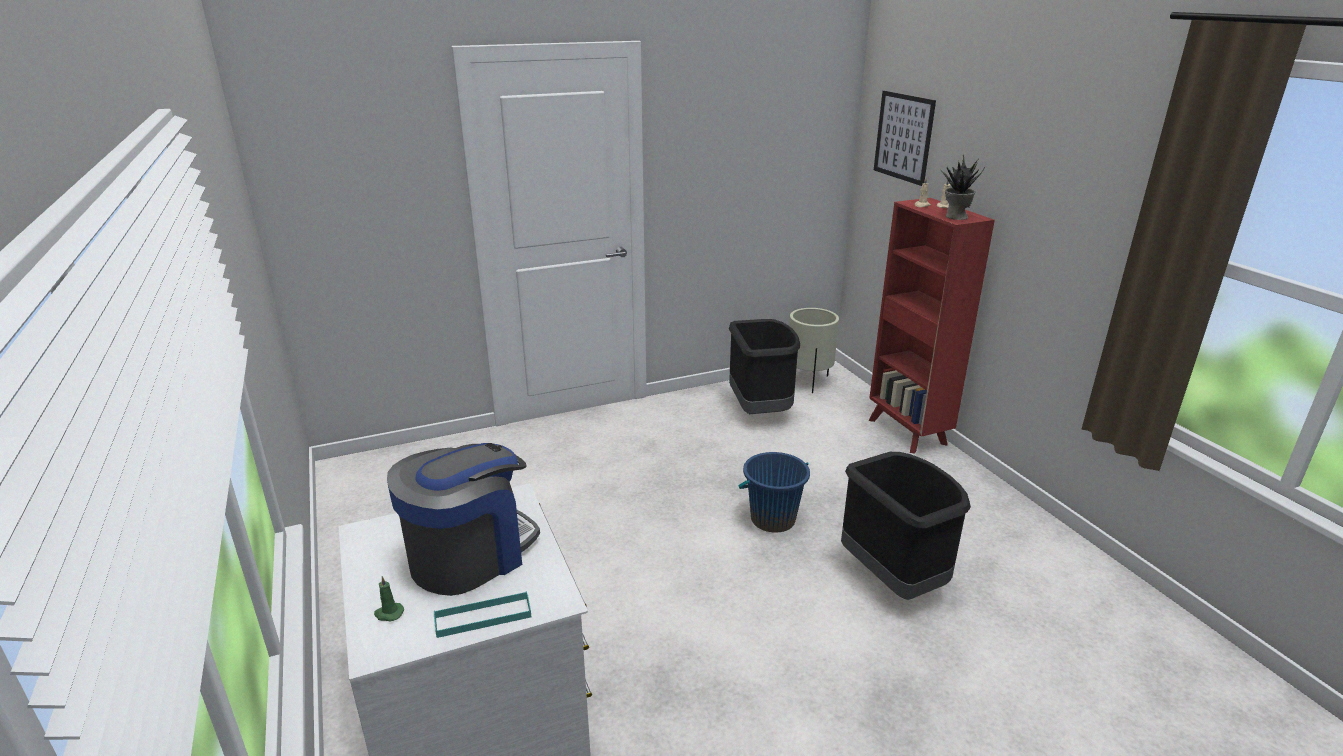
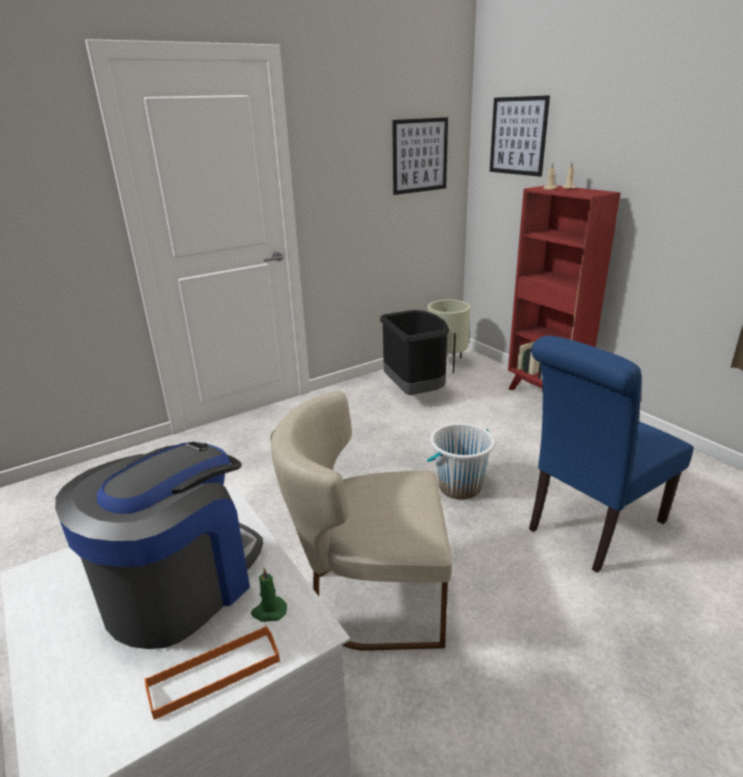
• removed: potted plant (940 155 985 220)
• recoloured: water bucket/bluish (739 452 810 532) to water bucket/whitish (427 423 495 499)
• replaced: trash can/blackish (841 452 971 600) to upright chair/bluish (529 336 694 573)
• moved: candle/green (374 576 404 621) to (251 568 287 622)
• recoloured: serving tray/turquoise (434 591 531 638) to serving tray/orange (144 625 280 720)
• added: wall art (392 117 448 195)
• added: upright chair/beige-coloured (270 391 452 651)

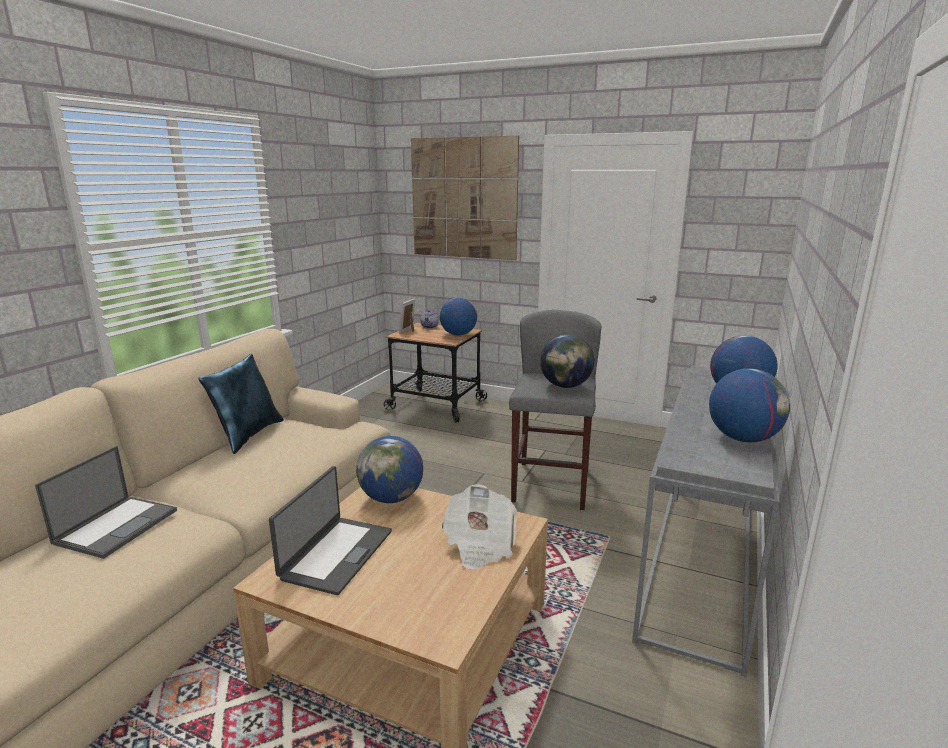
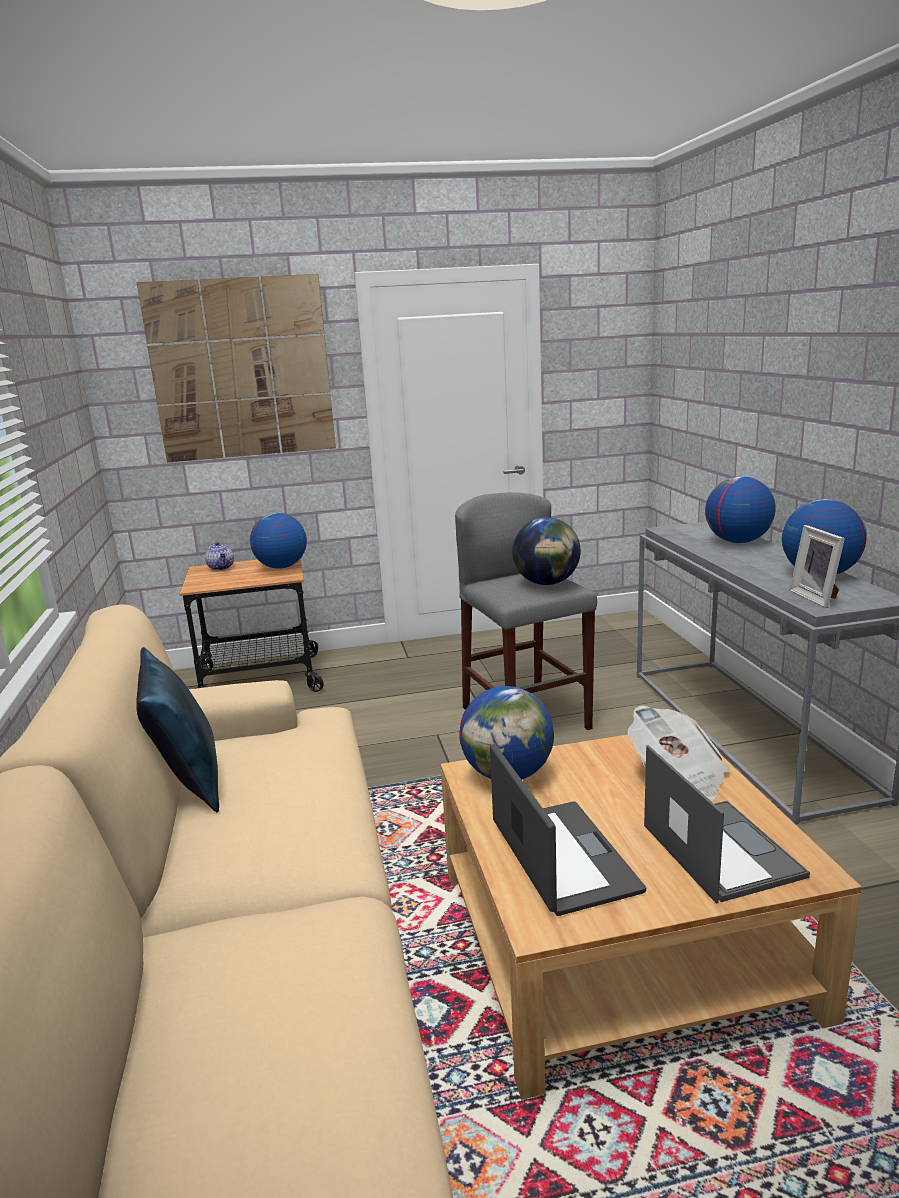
• moved: picture frame (399 299 415 333) to (789 525 845 608)
• moved: portable computer (35 446 177 559) to (644 745 810 904)

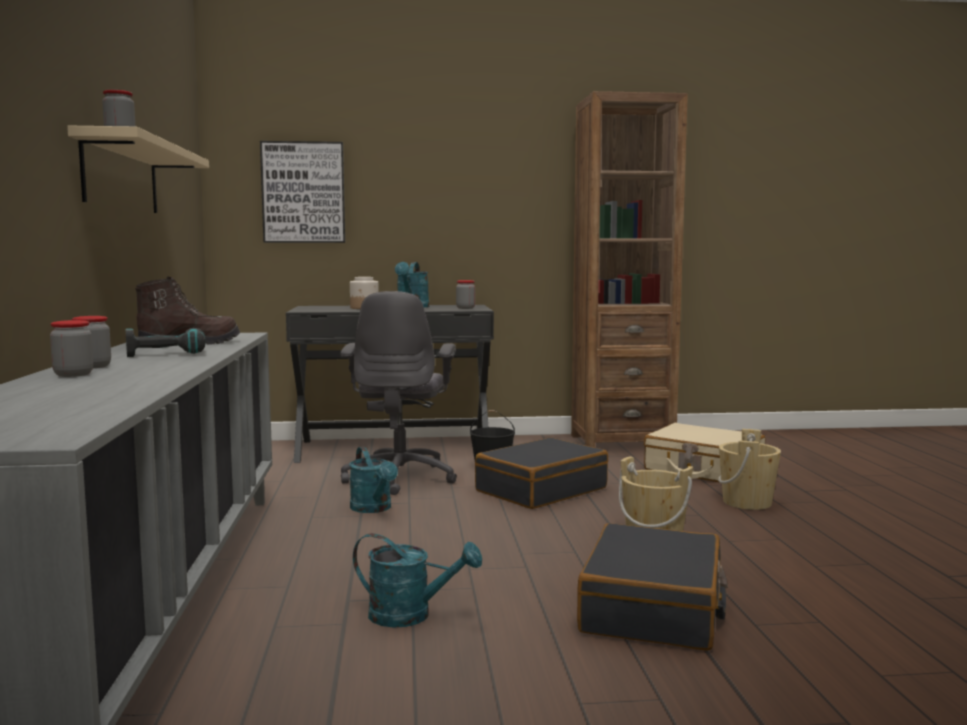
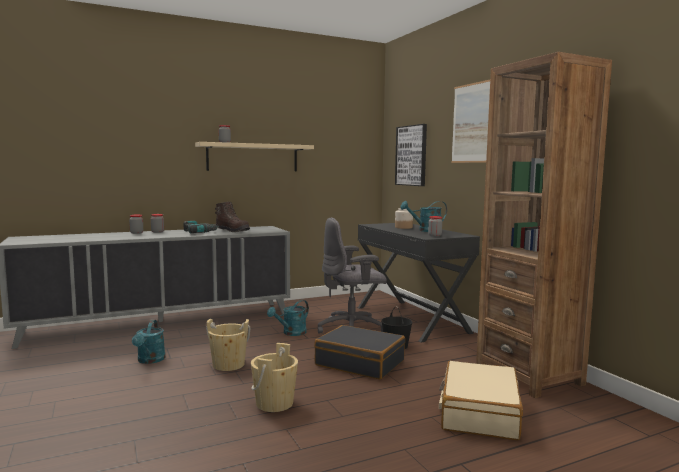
• moved: water bucket/beige-coloured (718 429 781 510) to (206 319 250 371)
• removed: suitcase/blackish (577 523 728 651)
• added: wall art (451 80 490 163)

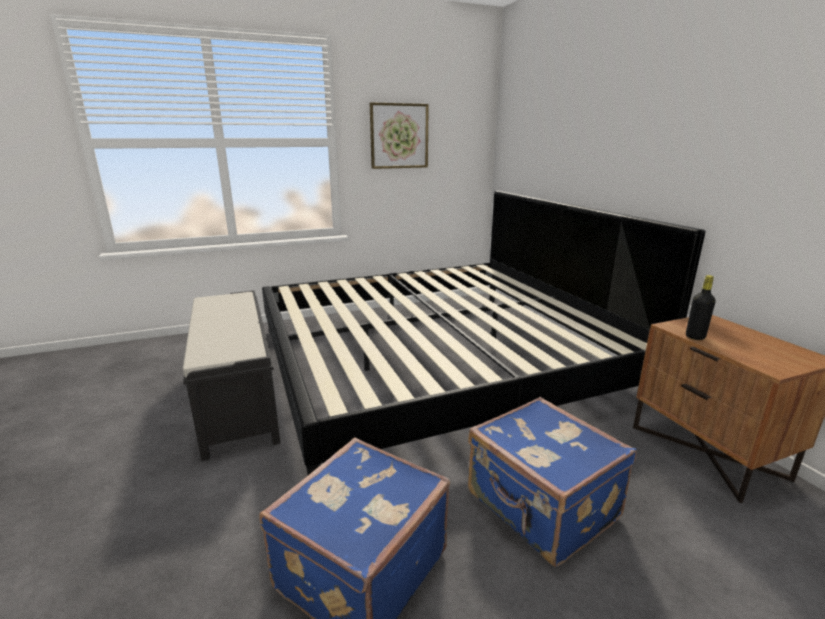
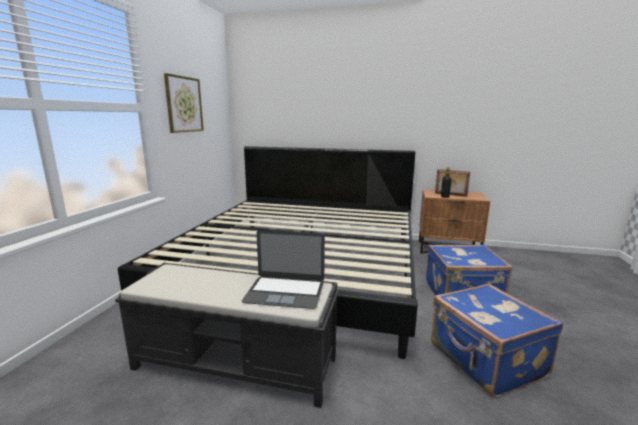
• added: picture frame (435 169 470 197)
• added: portable computer (242 230 325 309)

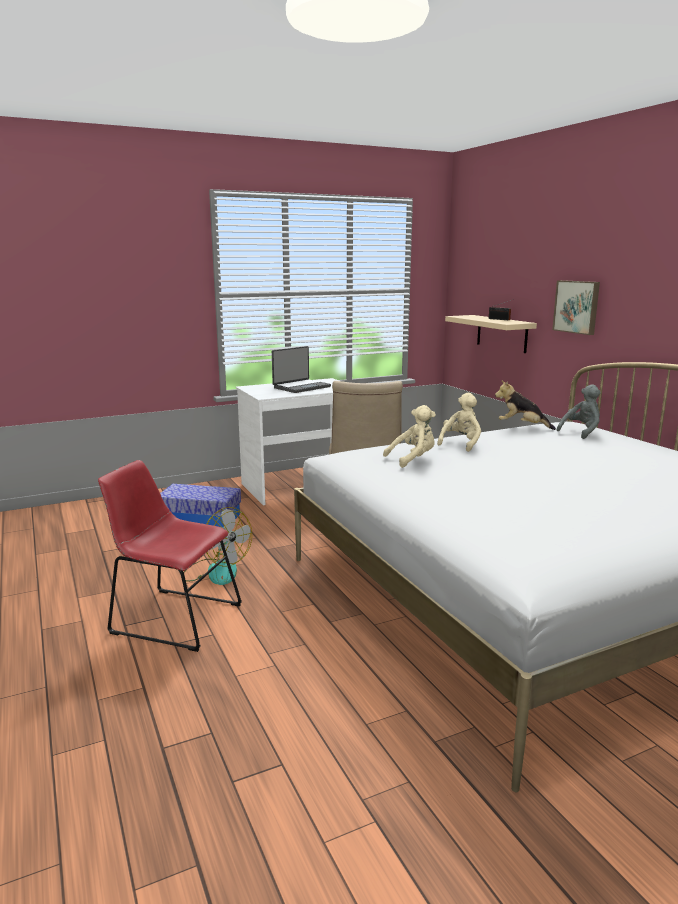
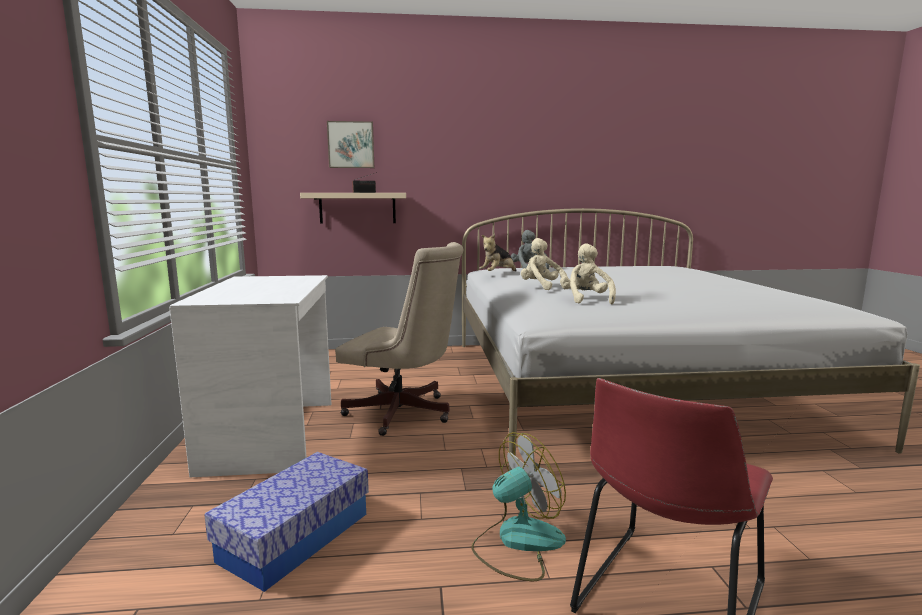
• moved: wall art (552 280 600 335) to (327 121 374 168)
• removed: portable computer (272 346 331 393)

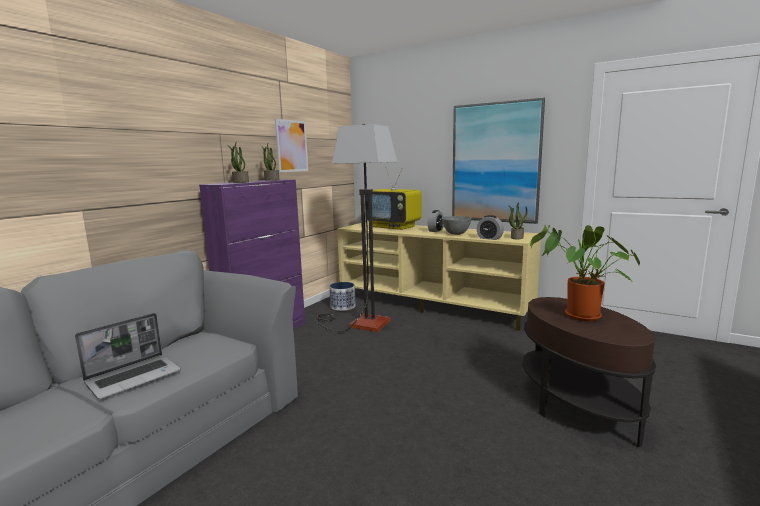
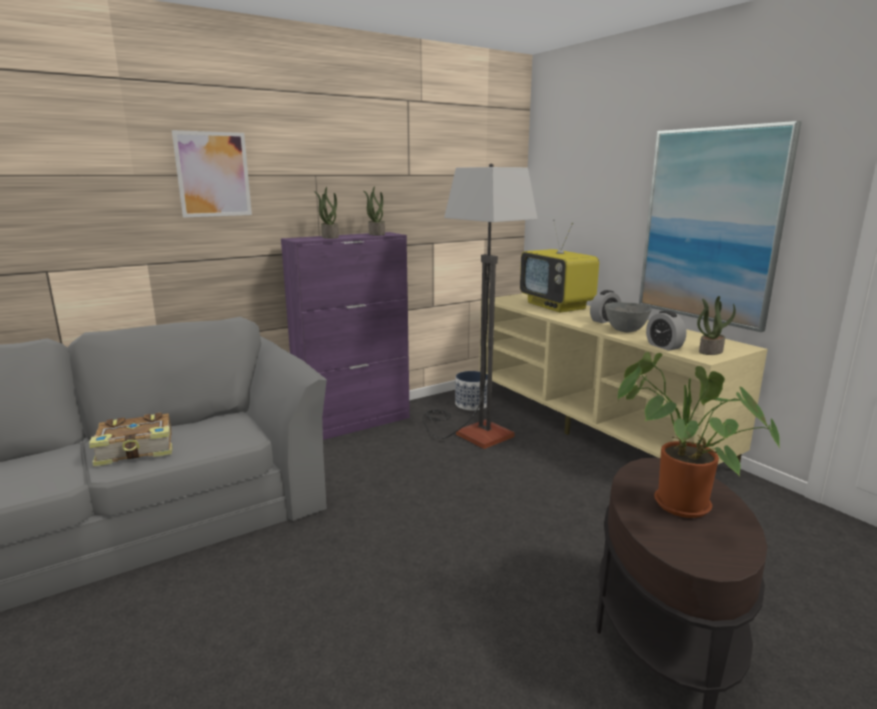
• moved: wall art (275 119 308 172) to (172 130 252 218)
• replaced: portable computer (75 313 181 399) to bound book (89 413 172 467)

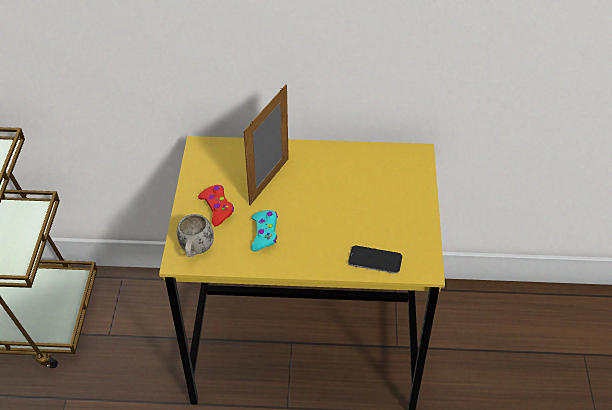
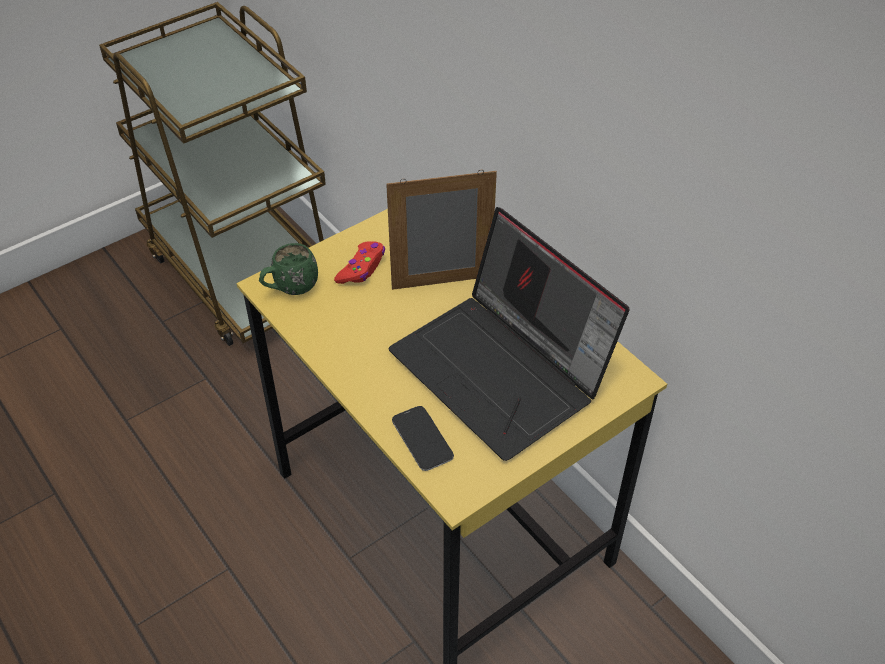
• removed: game controller/turquoise (251 210 278 252)
• recoloured: coffee mug/whitish (177 214 214 257) to coffee mug/green (259 243 318 295)
• added: portable computer (388 207 630 461)

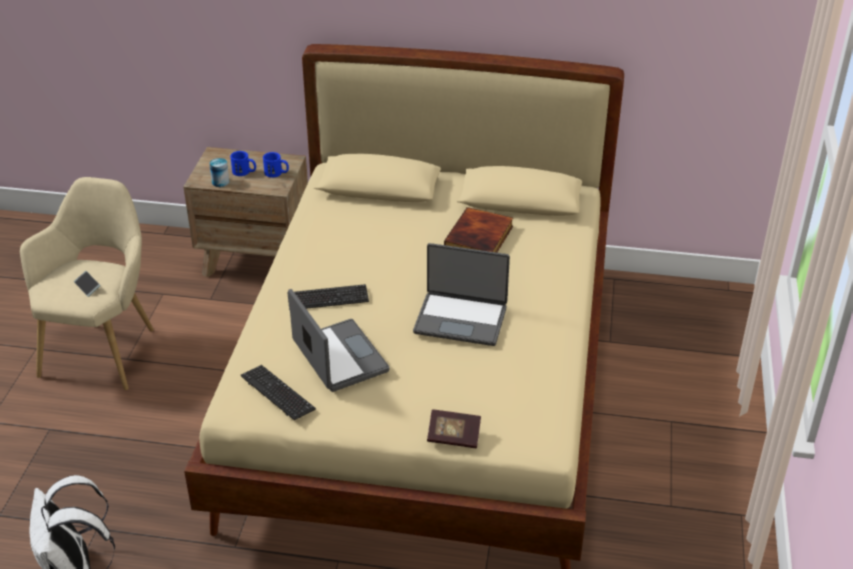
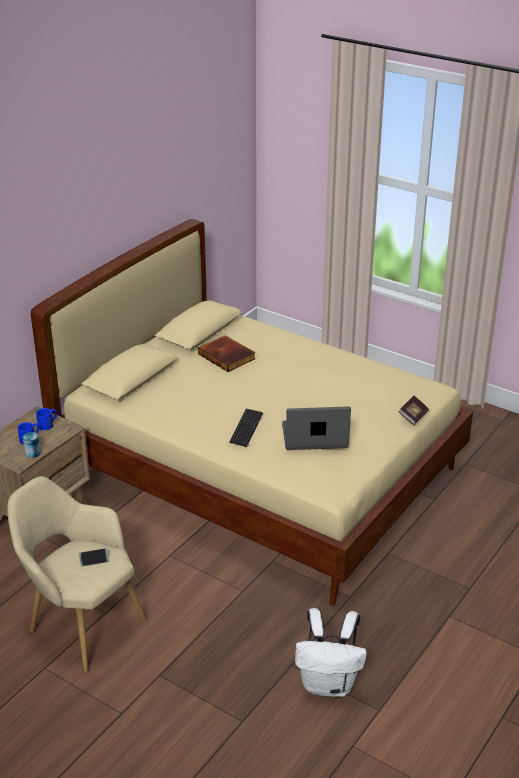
• removed: portable computer (413 243 510 346)
• removed: keyboard (241 365 316 420)

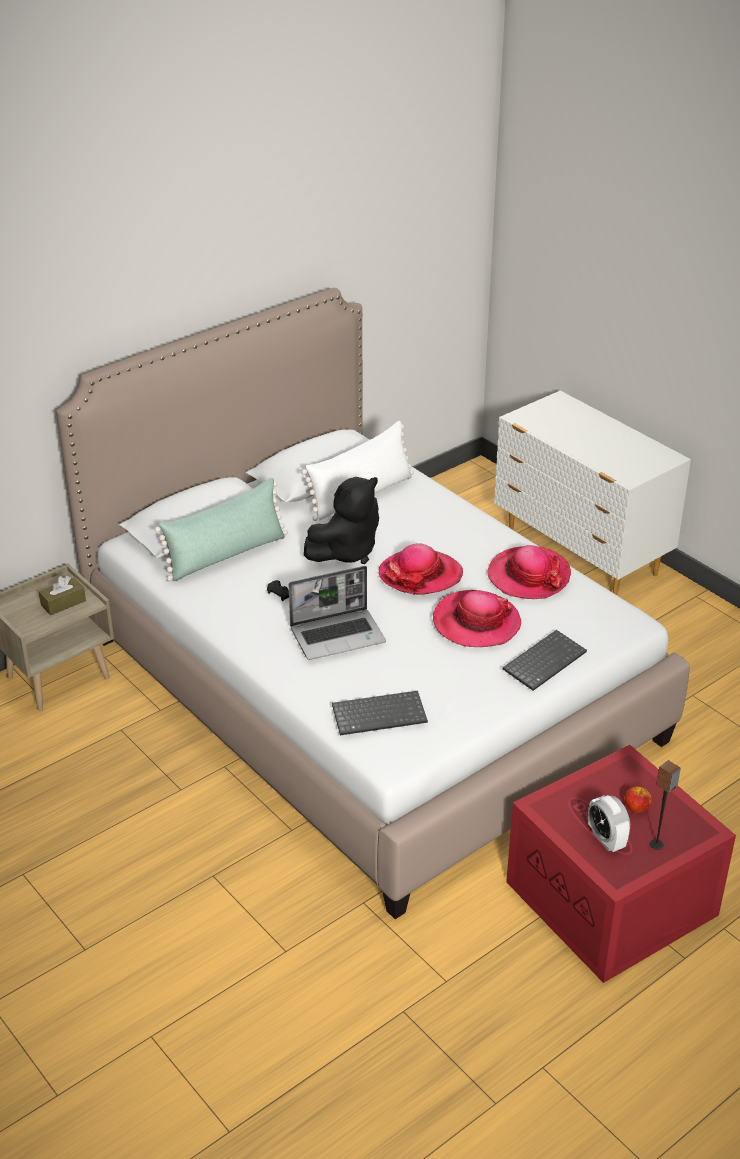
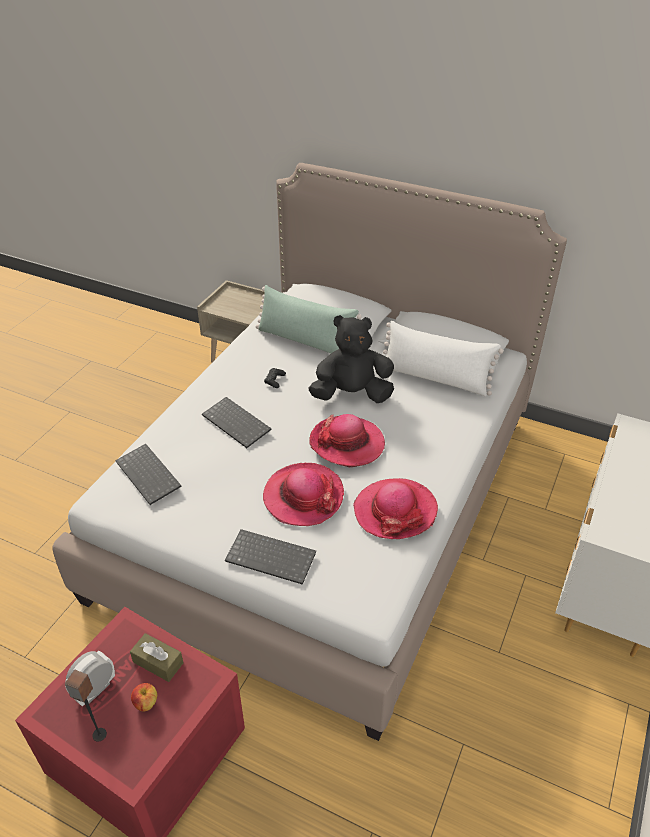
• turned: plush toy/blackish (304 477 379 564) = (309 315 394 403) 150 degrees clockwise
• replaced: portable computer (288 566 386 660) to keyboard (202 397 271 448)
• moved: box of tissues/brown (39 576 86 615) to (130 633 183 682)

